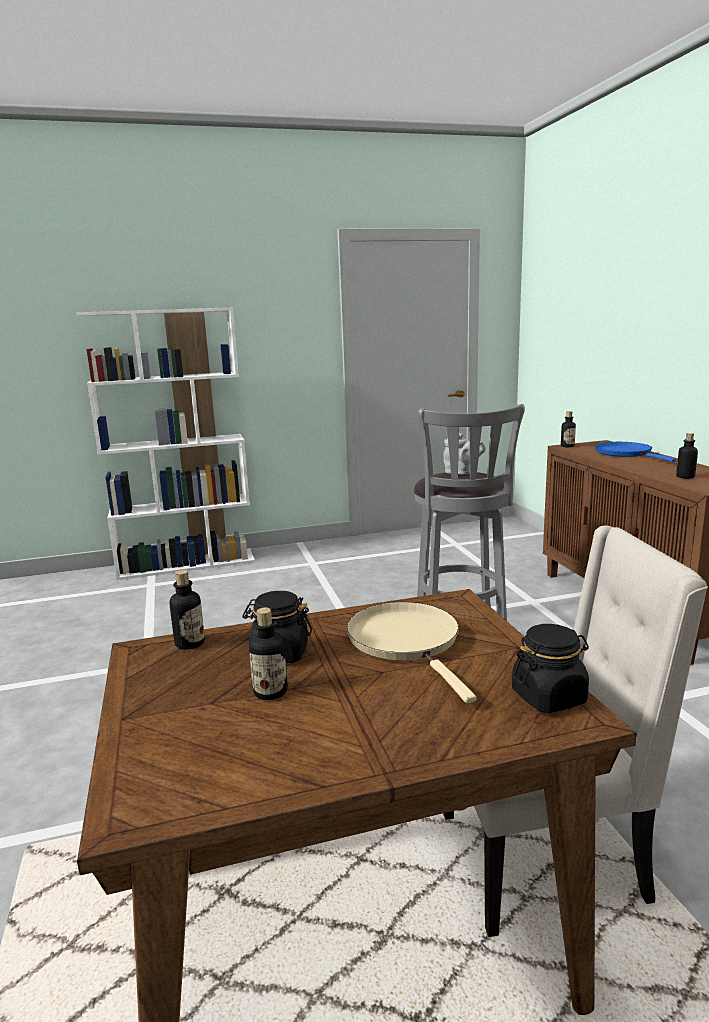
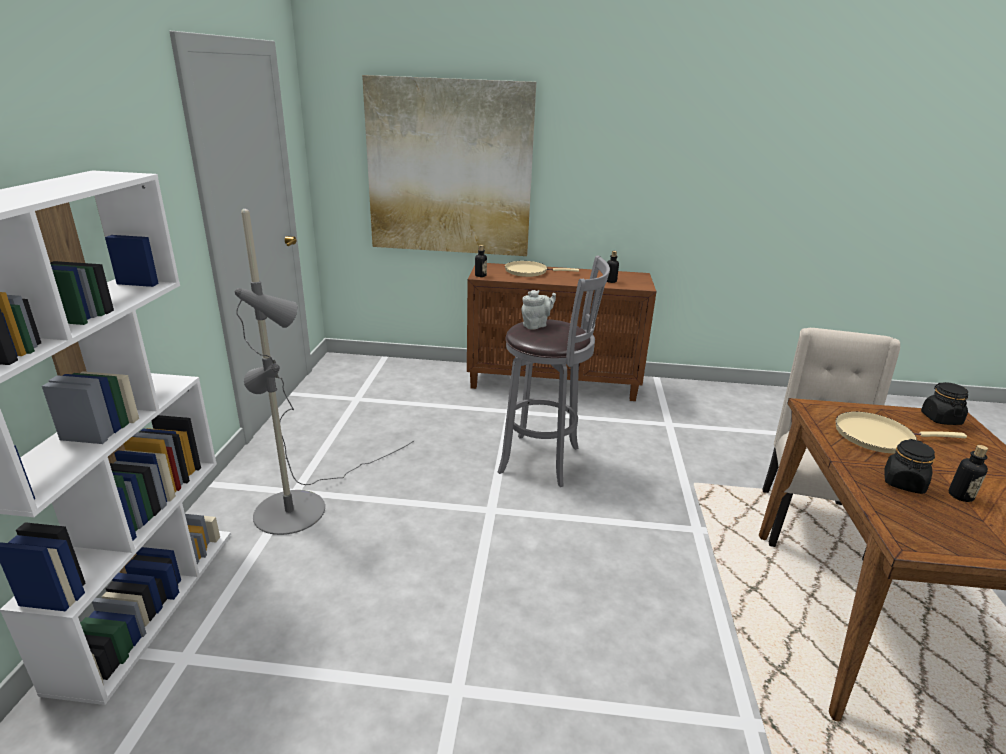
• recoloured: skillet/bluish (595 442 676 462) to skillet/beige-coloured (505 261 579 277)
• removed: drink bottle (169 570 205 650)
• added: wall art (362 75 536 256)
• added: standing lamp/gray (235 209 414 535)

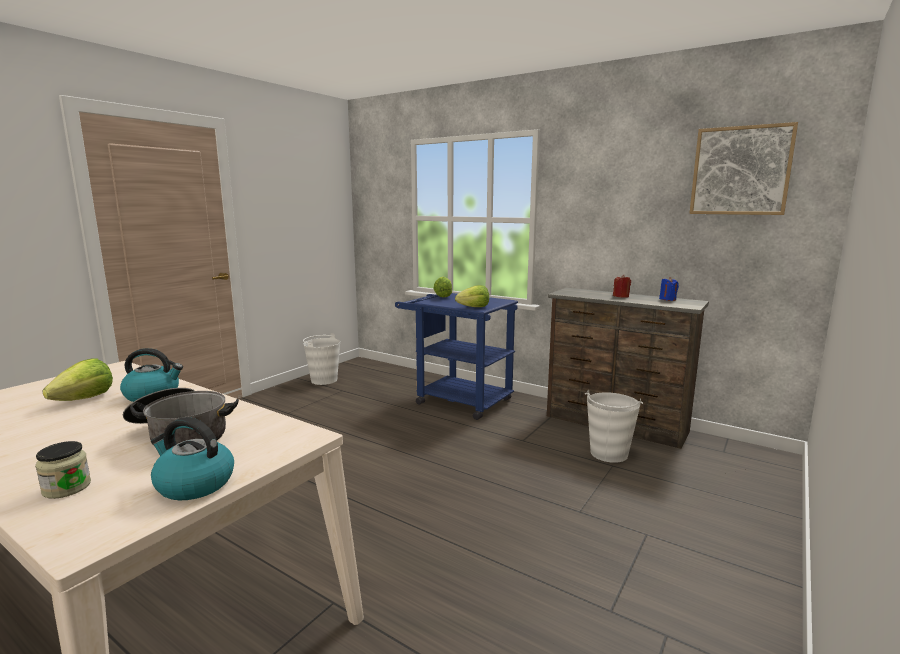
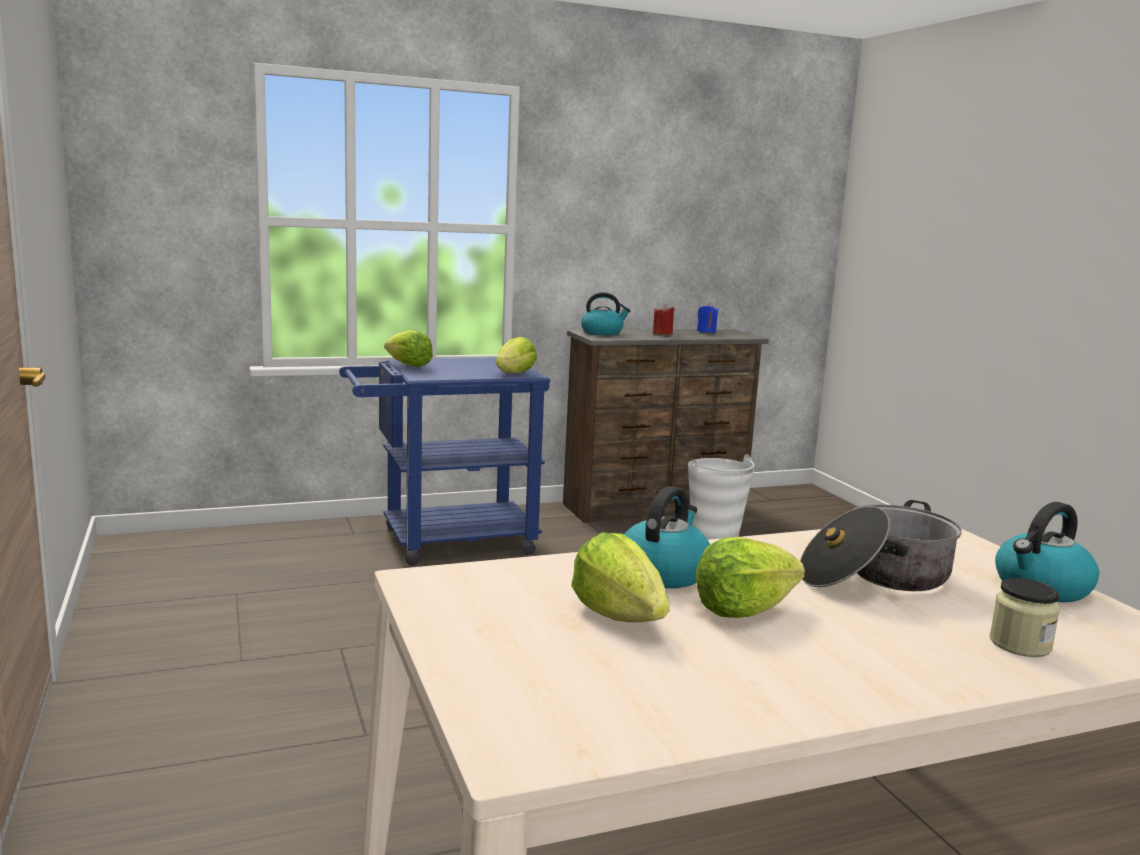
• removed: wall art (689 122 798 215)
• removed: water bucket/whitish (303 333 340 385)
• added: tea kettle (581 292 631 335)
• added: lettuce (696 537 805 618)

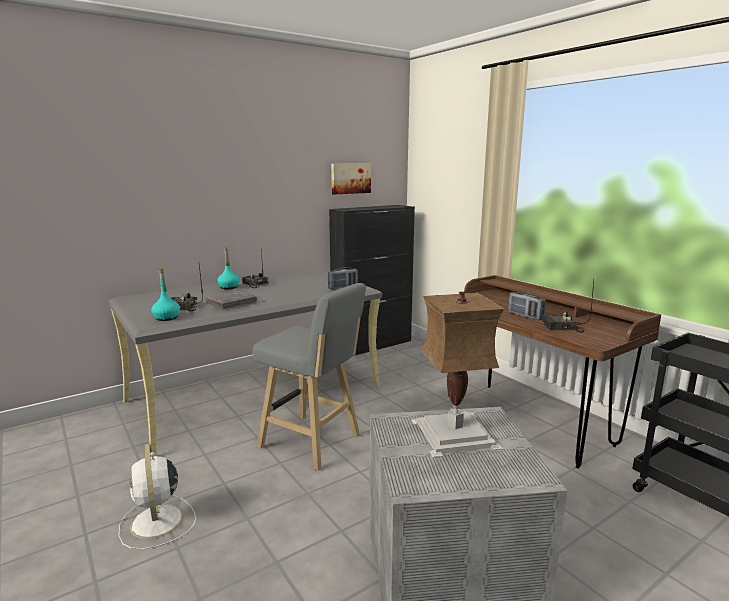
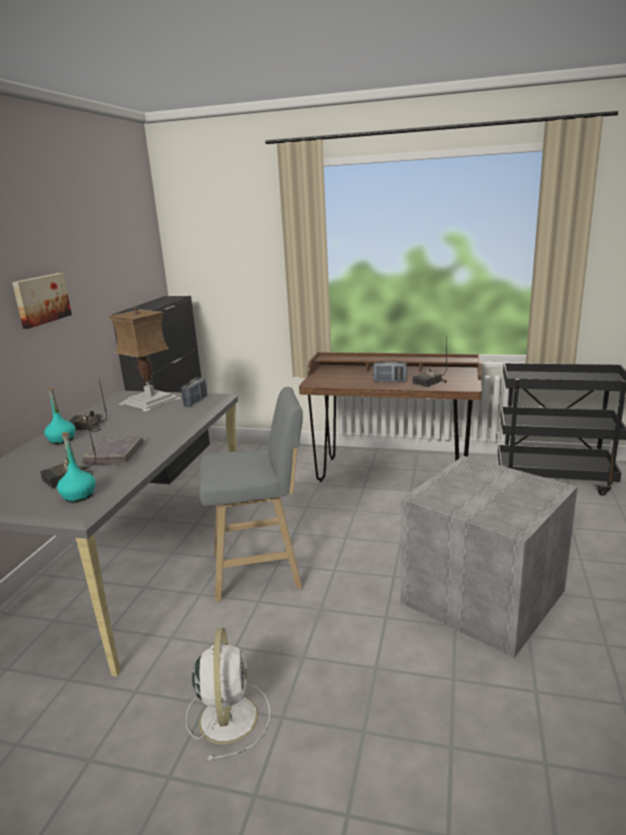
• moved: wall art (331 163 371 194) to (12 273 72 329)
• moved: tabletop lamp (411 292 504 458) to (109 308 182 412)
• turned: electric fan/whitish (118 443 196 549) = (185 628 270 761) 120 degrees counterclockwise

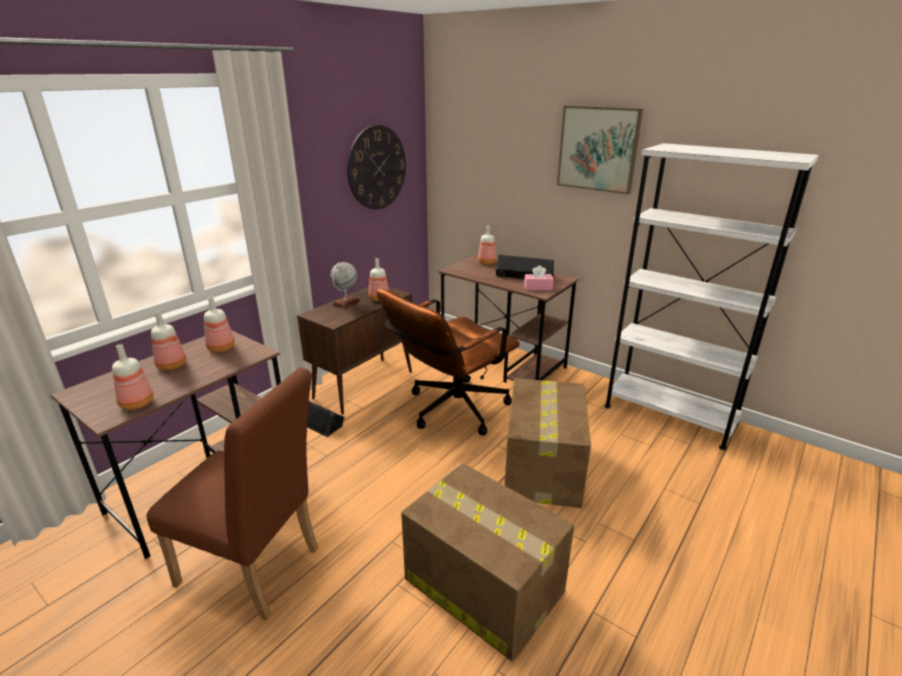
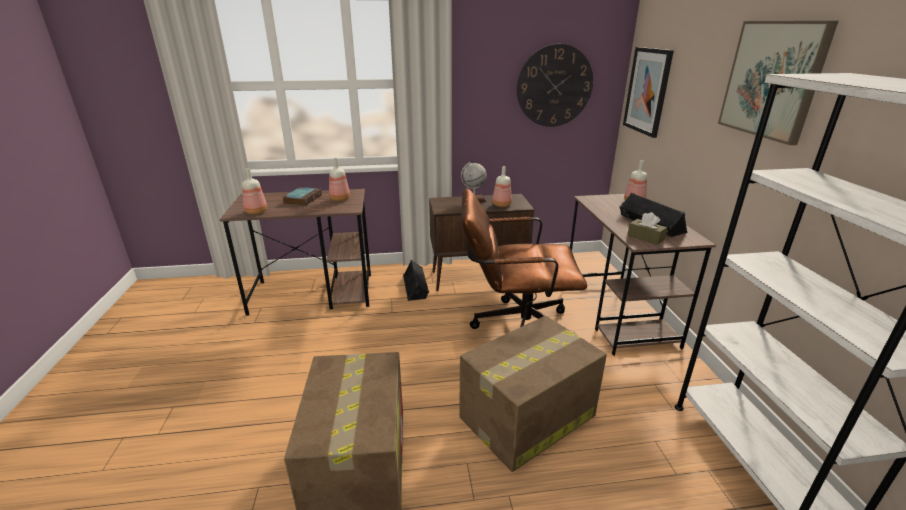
• recoloured: box of tissues/pink (524 265 554 290) to box of tissues/brown (627 212 667 245)
• replaced: drink bottle (151 312 186 370) to bound book (283 187 322 206)
• removed: upright chair/brown (146 367 318 620)
• added: wall art (623 47 674 138)

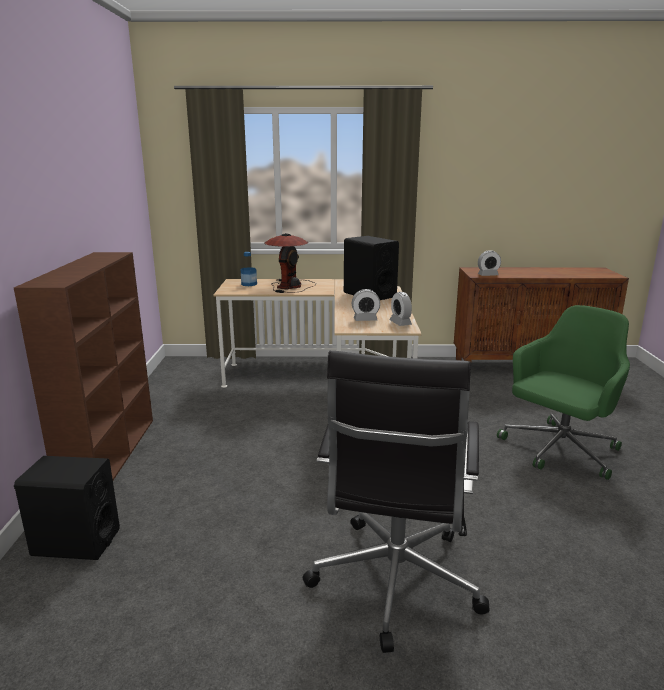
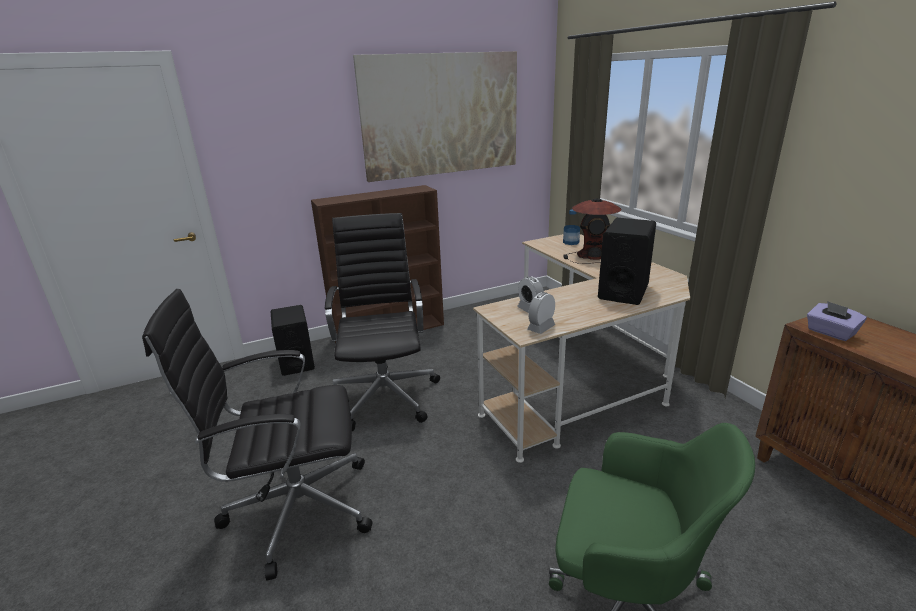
• replaced: alarm clock (478 250 501 276) to box of tissues/purple-coloured (807 301 867 341)
• added: wall art (353 51 517 182)
• added: desk chair/blackish (325 213 440 431)

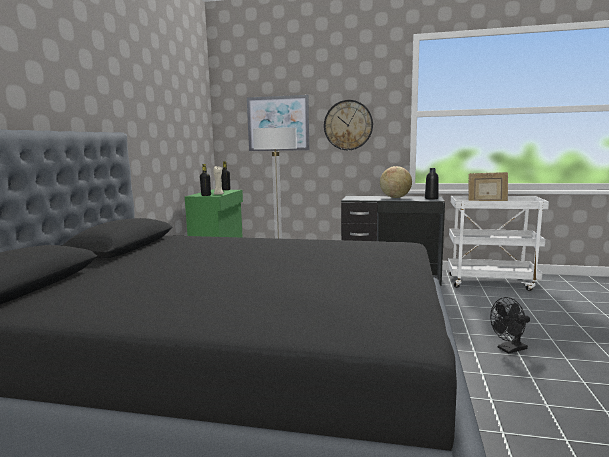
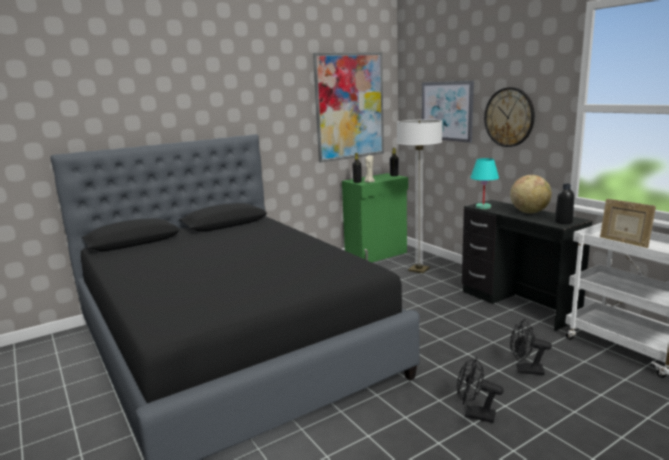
• added: wall art (313 52 384 163)
• added: tabletop lamp/turquoise (470 158 499 209)
• added: electric fan/blackish (510 319 552 375)

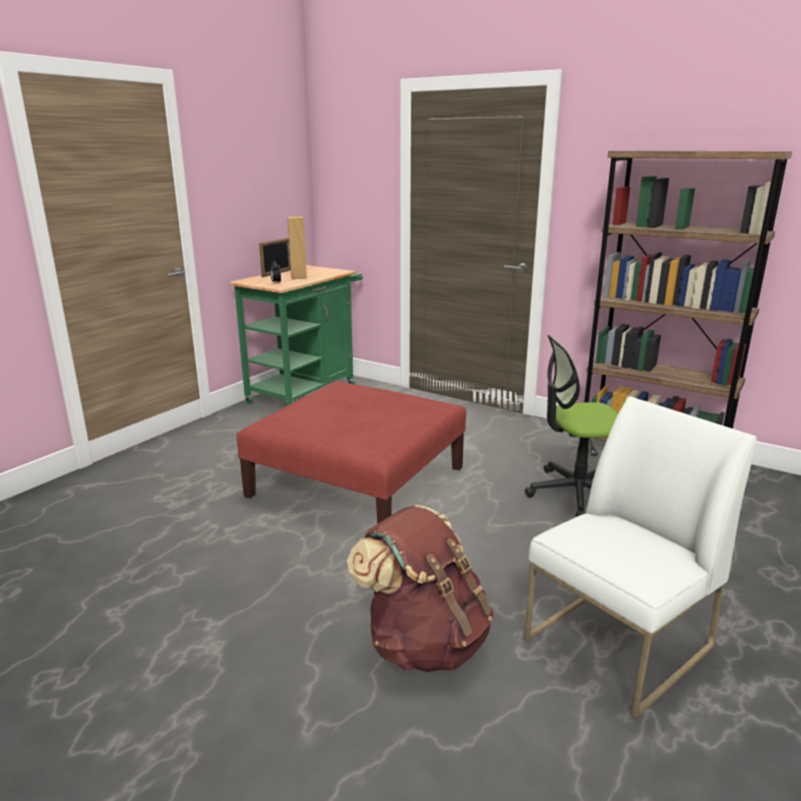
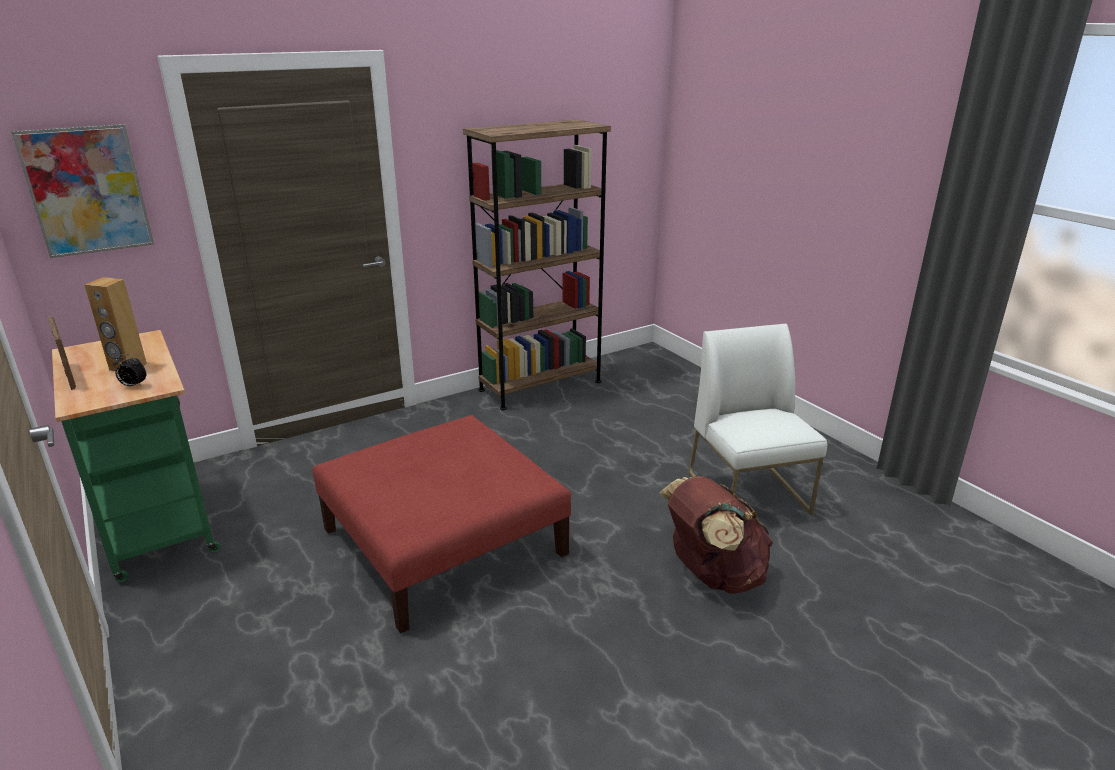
• removed: desk chair (525 335 618 517)
• added: wall art (11 124 154 258)

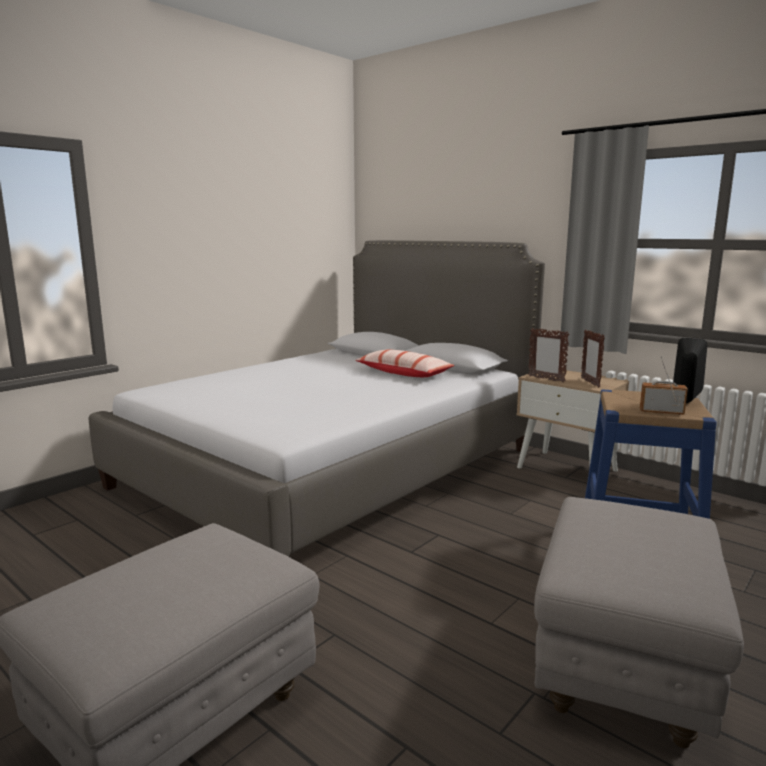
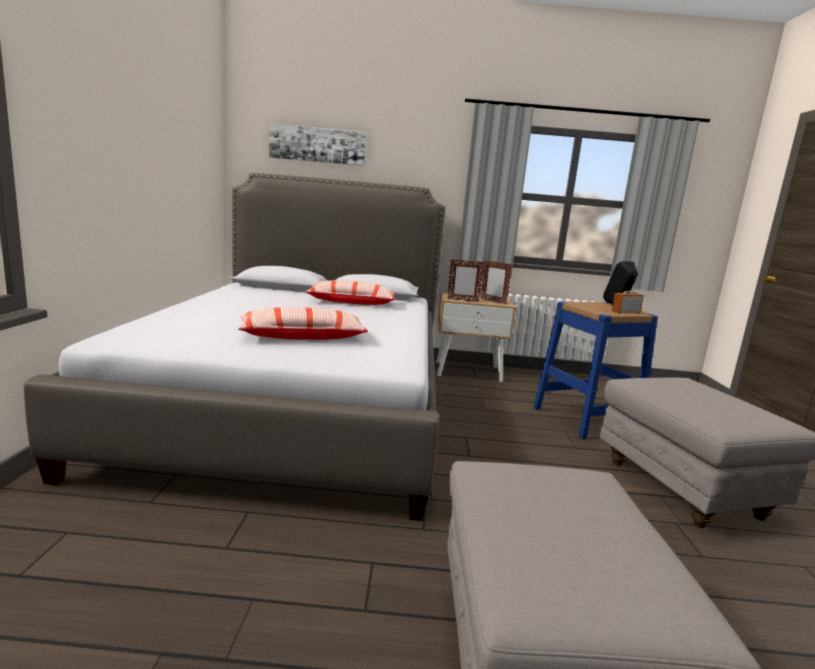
• added: wall art (269 123 366 166)
• added: cushion (238 307 368 340)

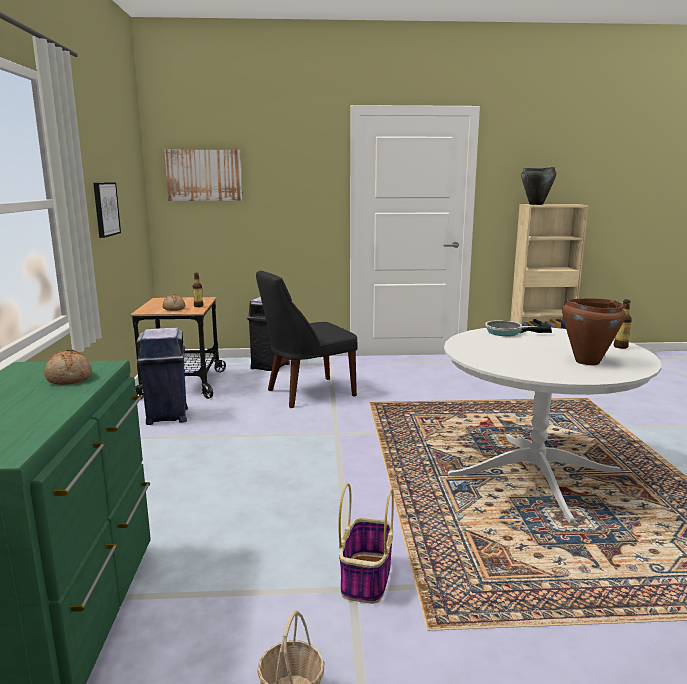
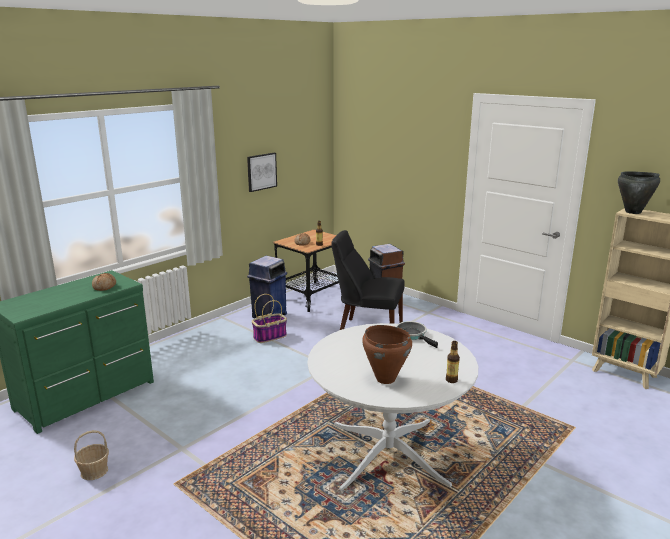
• removed: wall art (164 150 243 201)
• moved: storage basket (338 483 394 604) to (252 294 287 343)

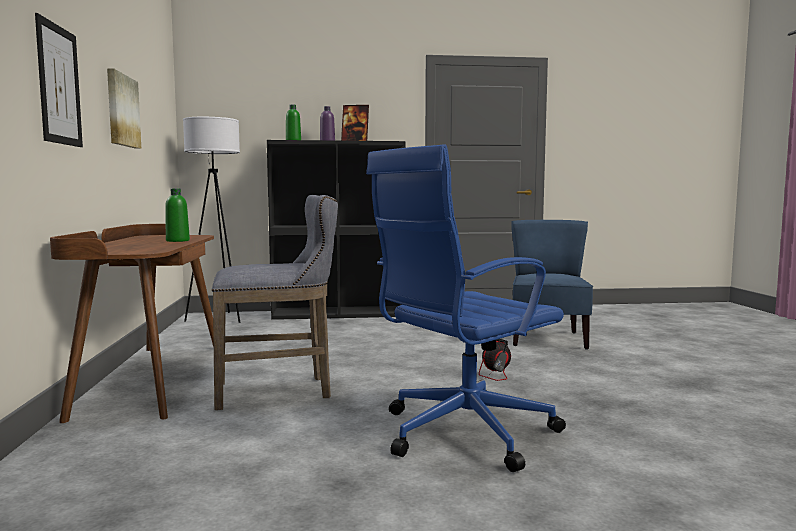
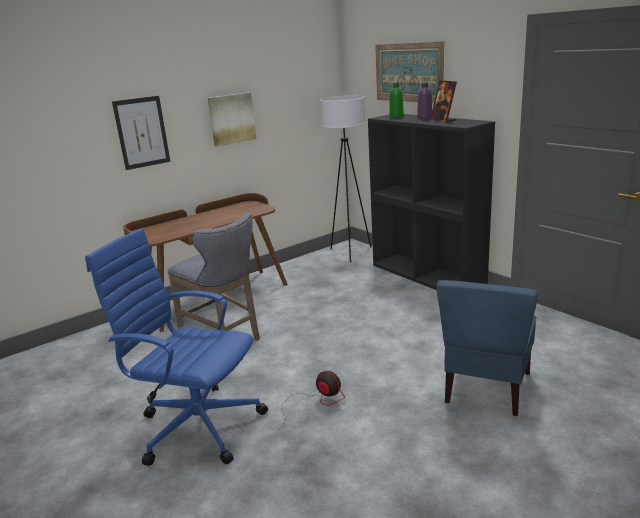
• removed: drink bottle/green (165 189 190 242)
• turned: upright chair/bluish (511 220 593 350) = (437 280 539 416) 135 degrees clockwise
• added: wall art (375 41 444 103)

